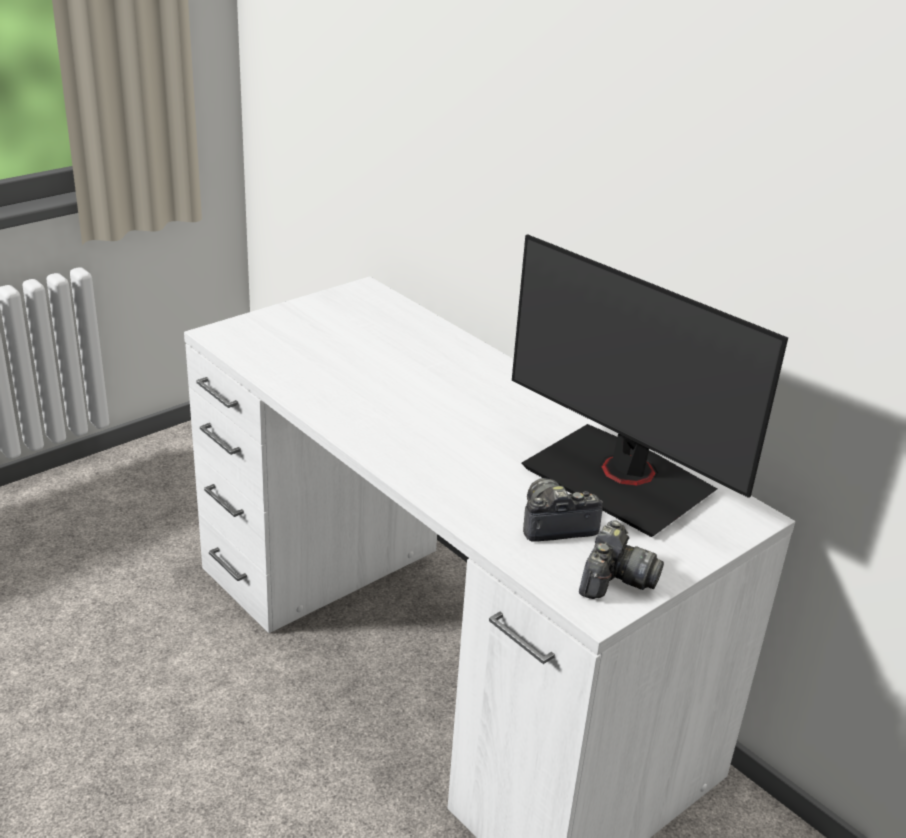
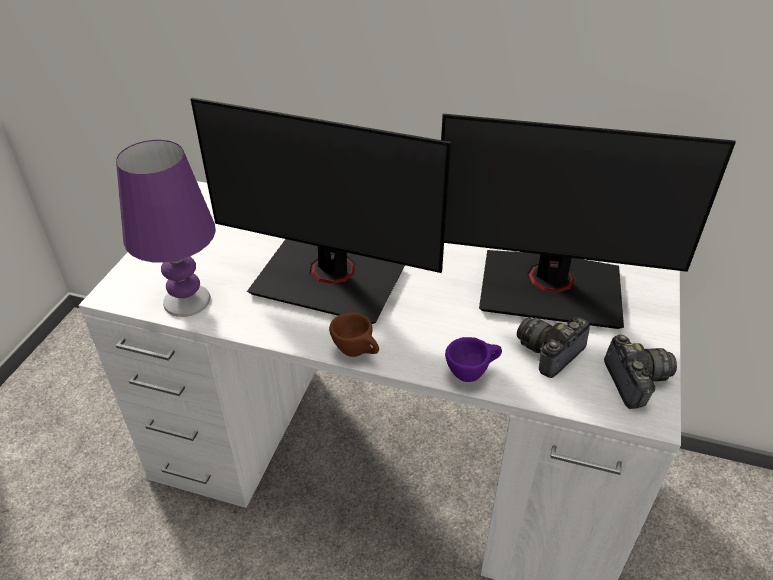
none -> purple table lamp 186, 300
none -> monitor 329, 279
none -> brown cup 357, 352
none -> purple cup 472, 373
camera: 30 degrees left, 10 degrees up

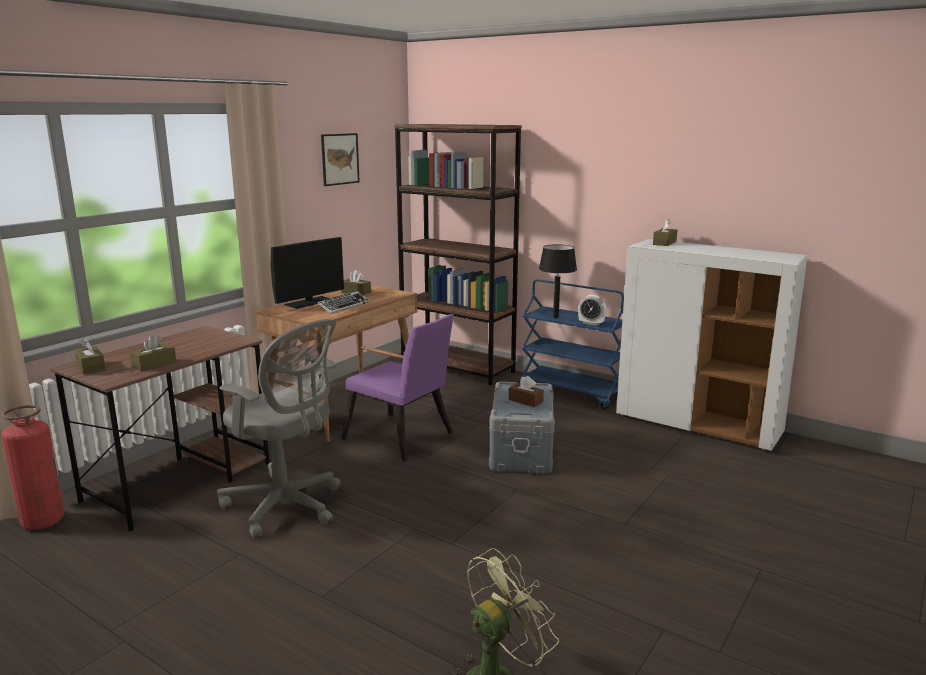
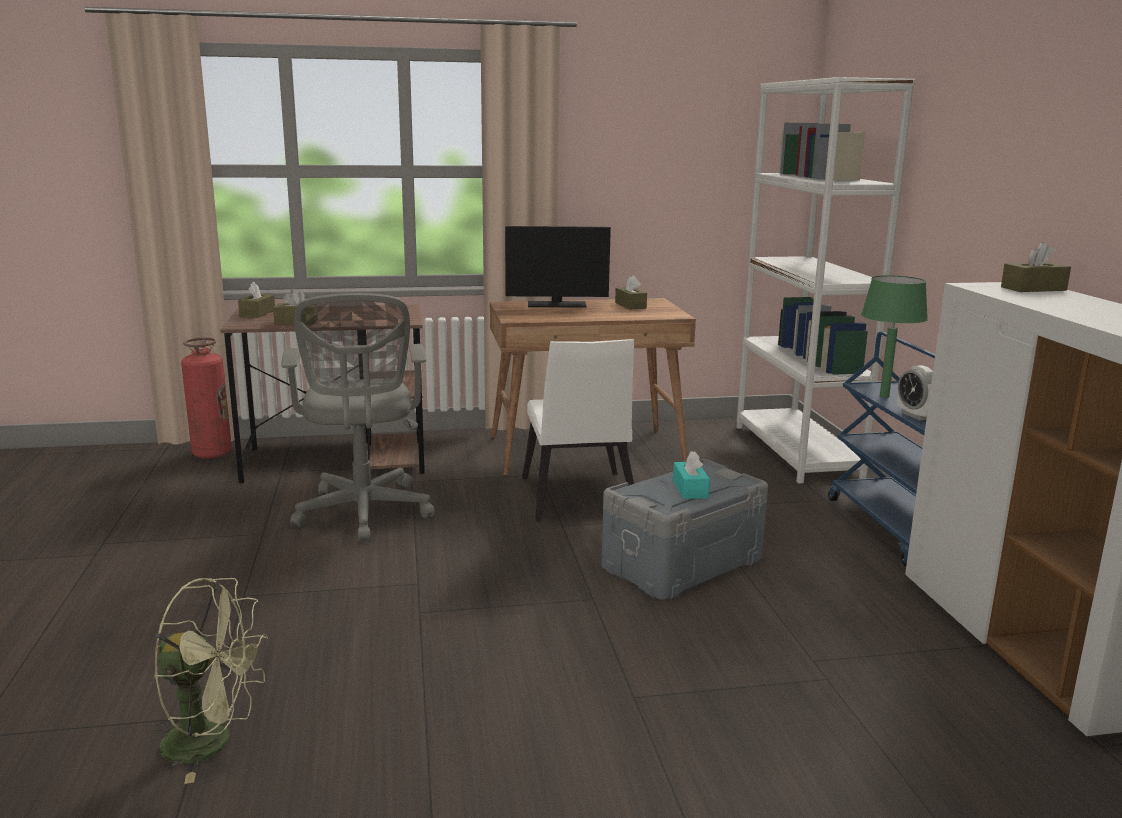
keyboard 344, 306 -> none
picture 340, 159 -> none
purple chair 402, 439 -> white chair 578, 500
brown bookcase 457, 367 -> white bookcase 796, 451
brown tissue box 525, 401 -> turquoise tissue box 690, 489
black table lamp 555, 317 -> green table lamp 883, 396
camera: 45 degrees right, 0 degrees up

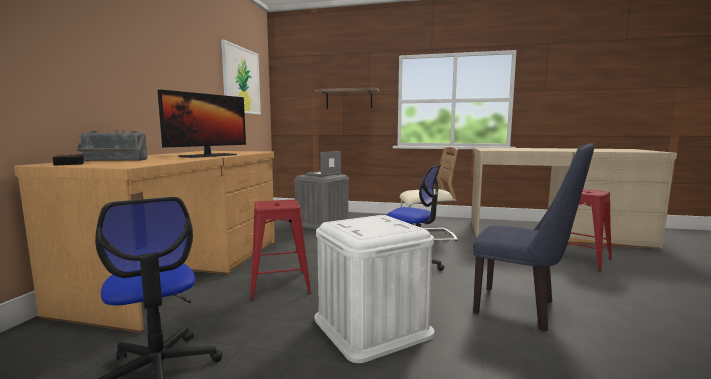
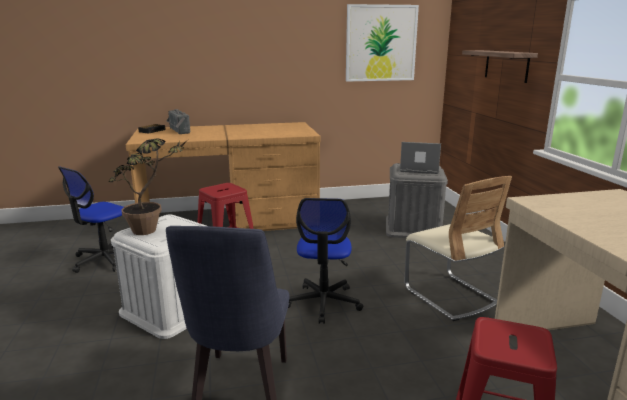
monitor 208, 156 -> none
none -> potted plant 153, 230
camera: 65 degrees right, 10 degrees up

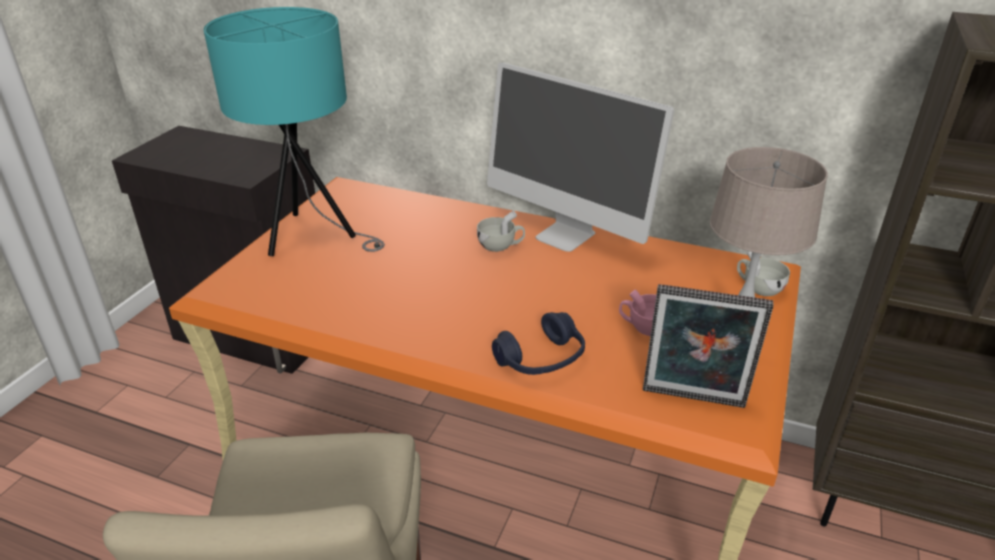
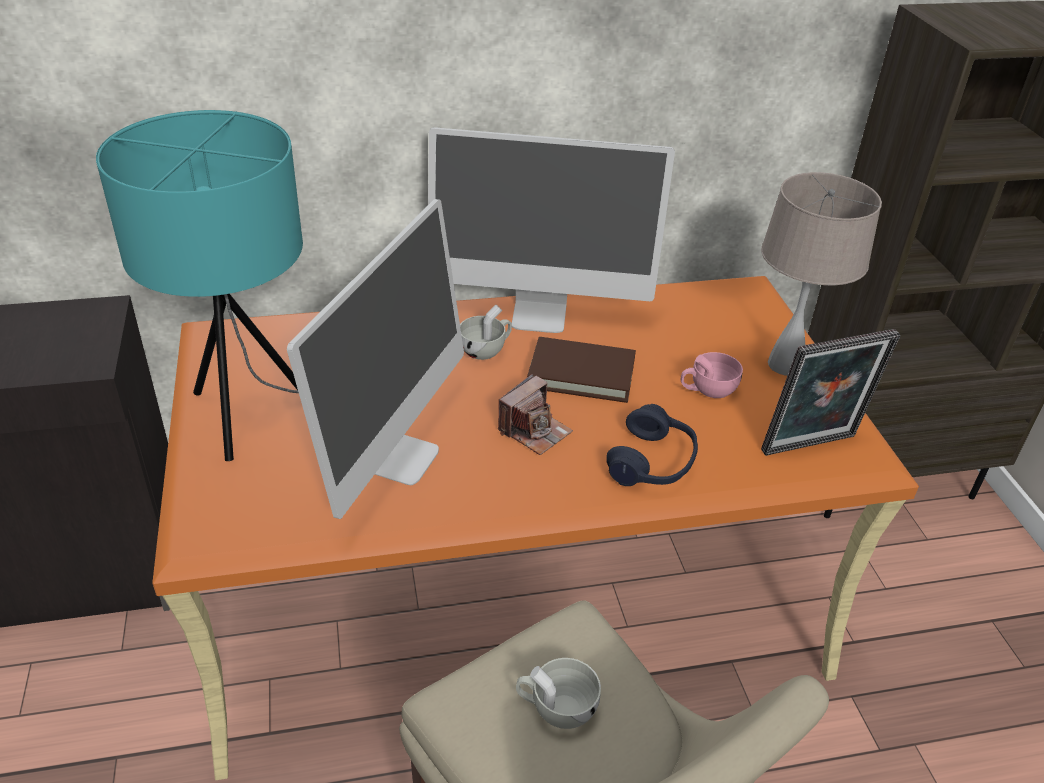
none -> monitor 396, 456
none -> photo camera 534, 431
none -> brown book 581, 374
white cup 758, 287 -> white cup 556, 708, relocated
camera: 35 degrees left, 5 degrees up

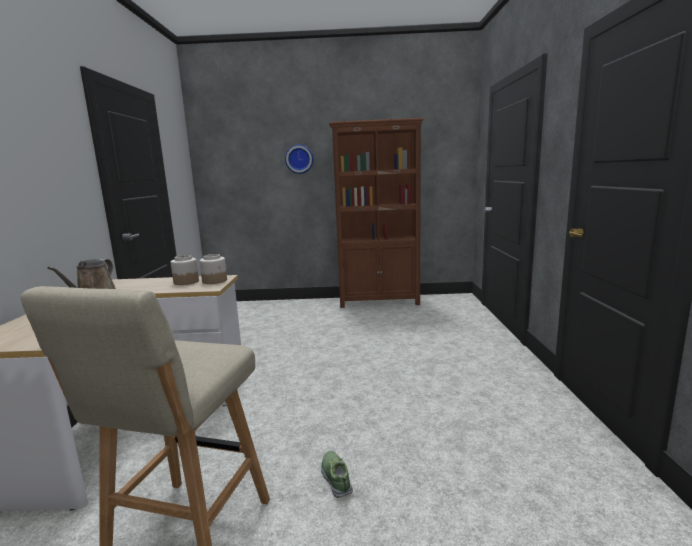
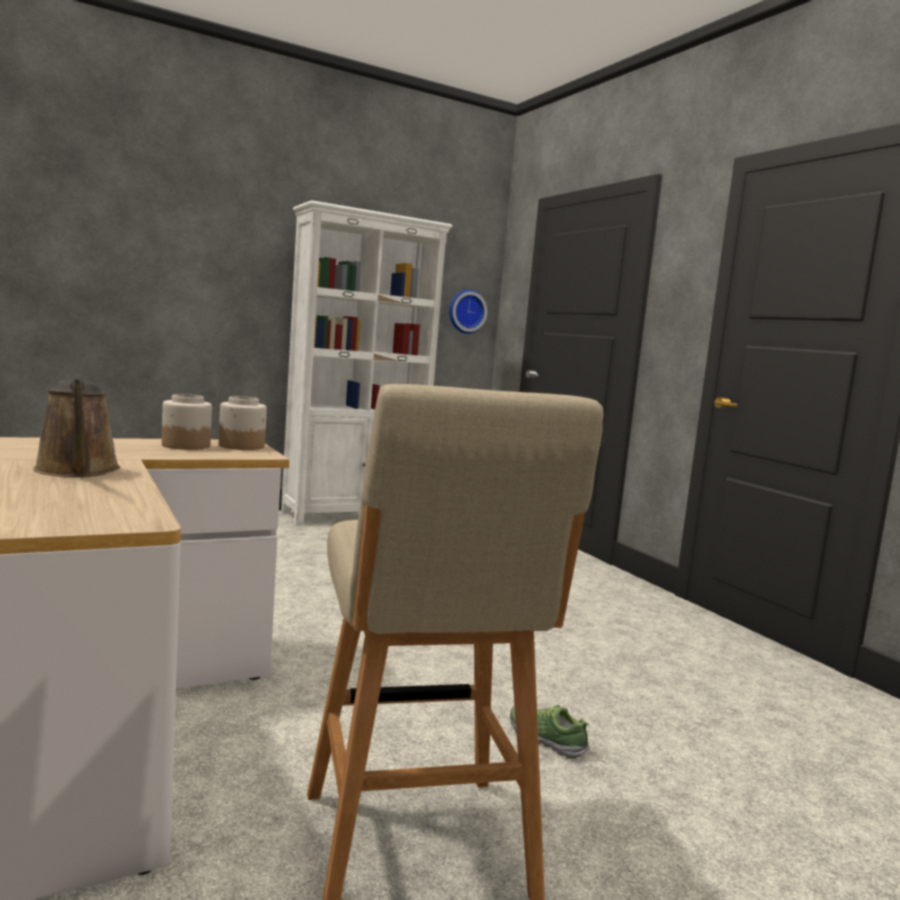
wall clock 299, 159 -> wall clock 466, 311, relocated
brown bookcase 379, 301 -> white bookcase 354, 516
camera: 30 degrees left, 5 degrees down

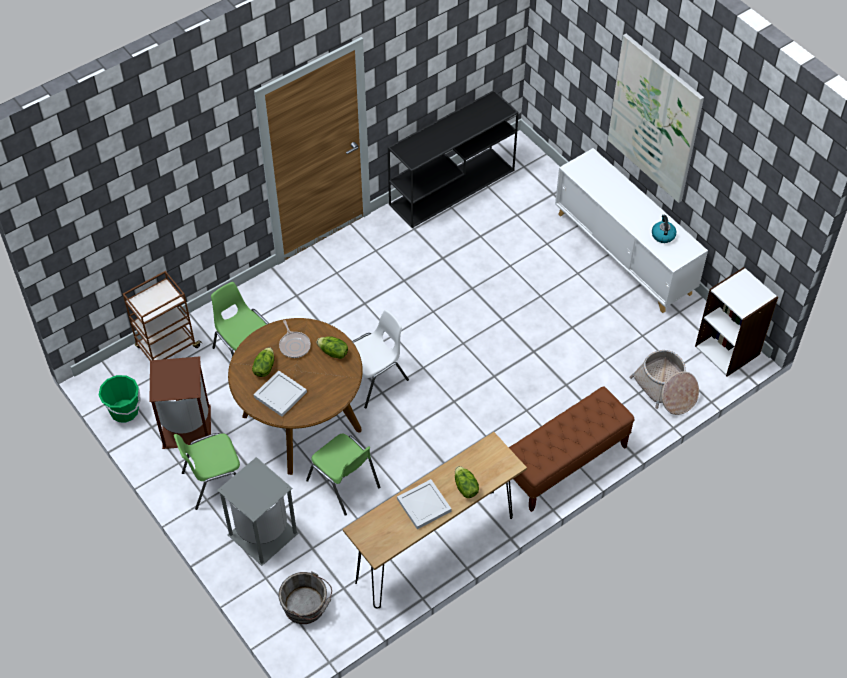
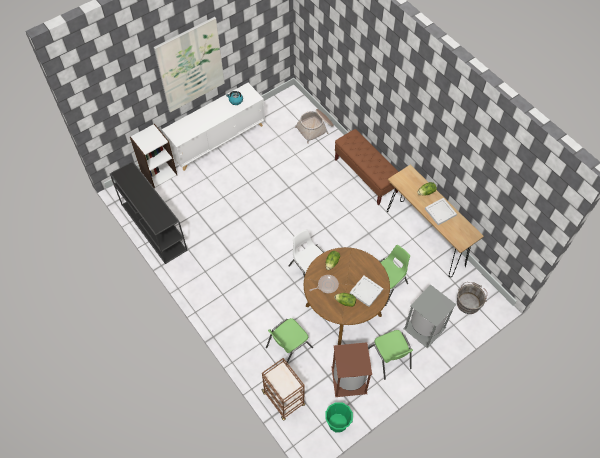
white bookcase 728, 350 -> white bookcase 158, 172, relocated
camera: 90 degrees left, 5 degrees up

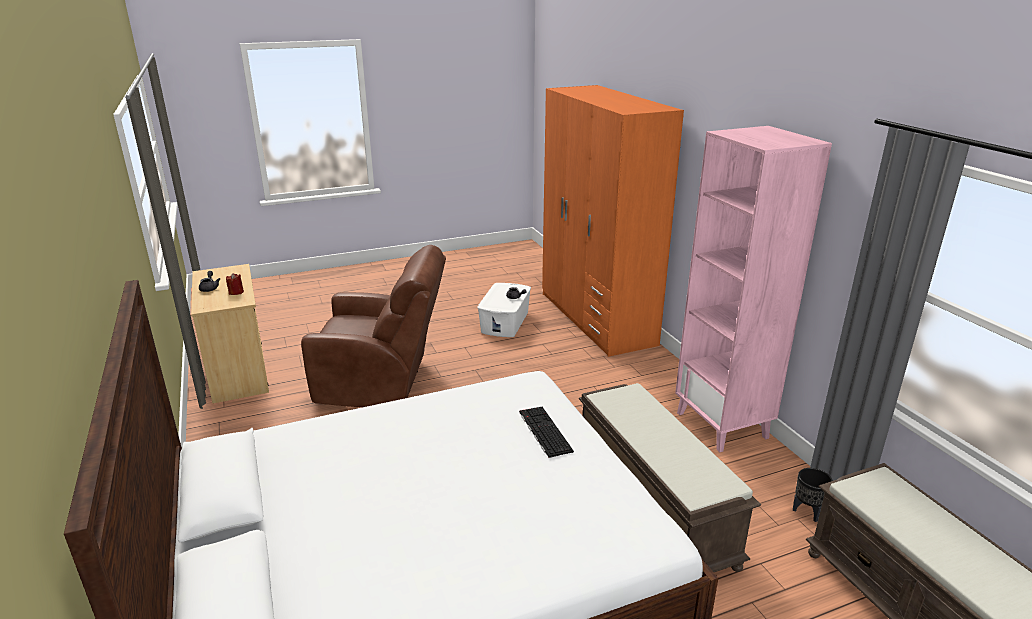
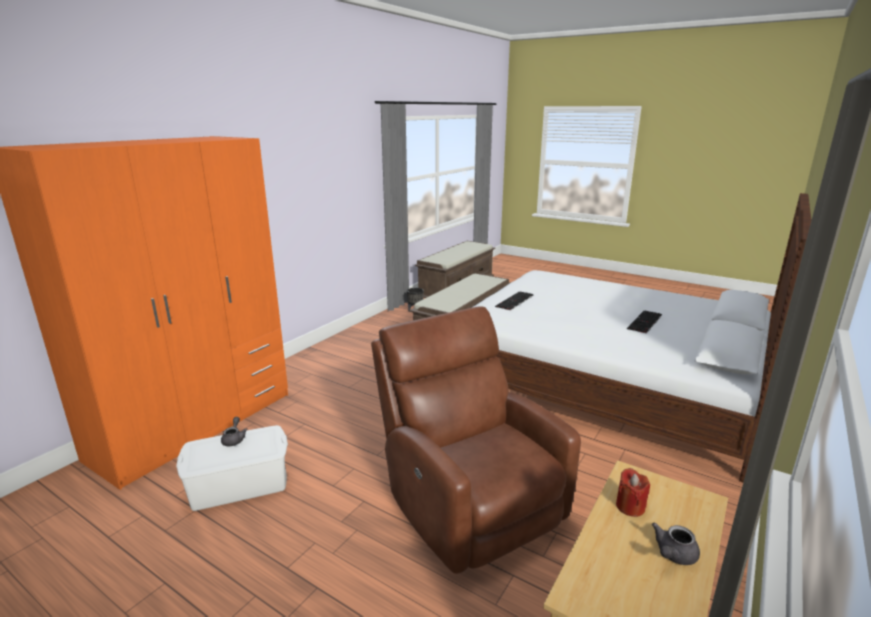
pink bookcase 722, 425 -> none
none -> keyboard 645, 322
camera: 125 degrees left, 5 degrees down

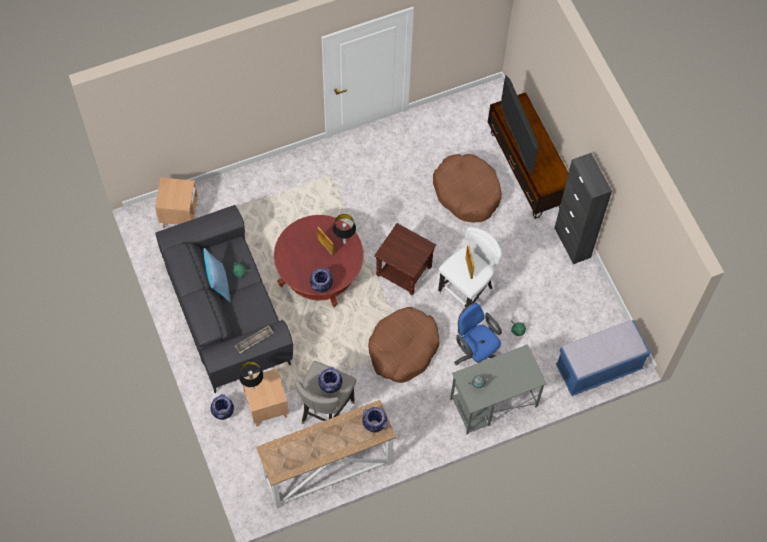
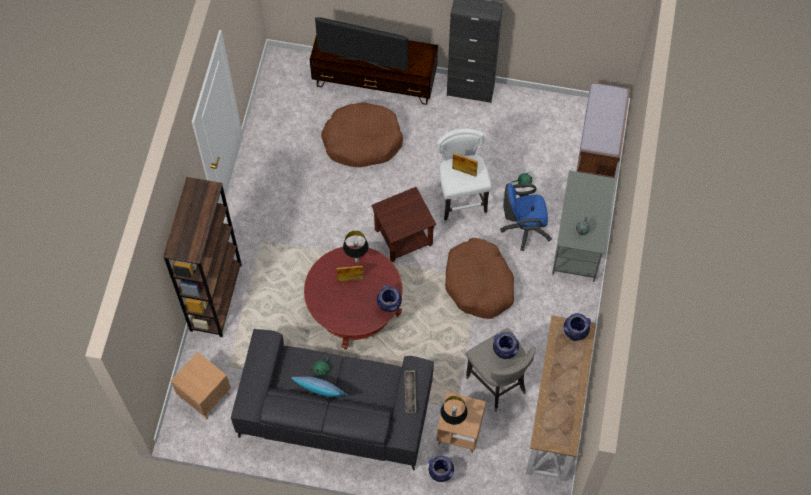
none -> brown bookcase 216, 297
blue bench 598, 368 -> brown bench 600, 143
camera: 55 degrees left, 0 degrees up

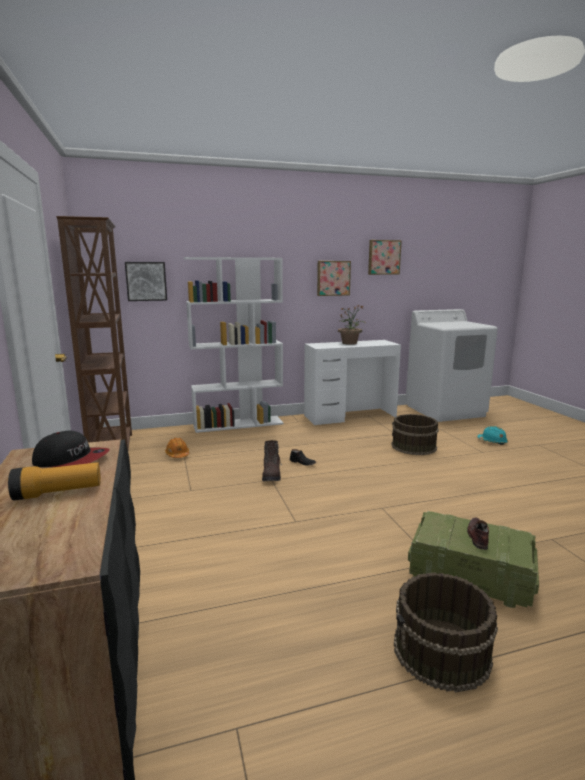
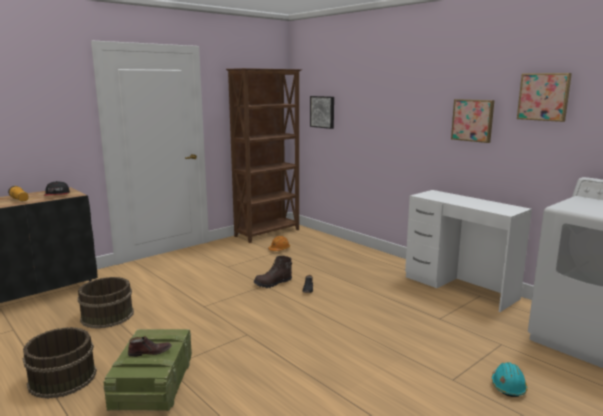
white bookcase 238, 424 -> none
potted plant 350, 343 -> none
brown bucket 413, 447 -> brown bucket 107, 316, relocated
camera: 65 degrees right, 0 degrees up

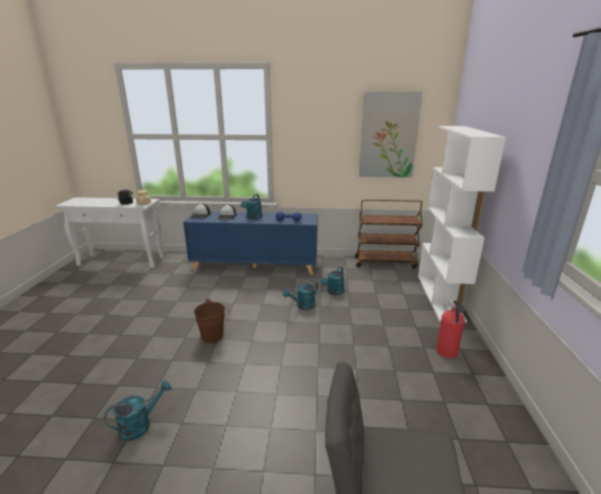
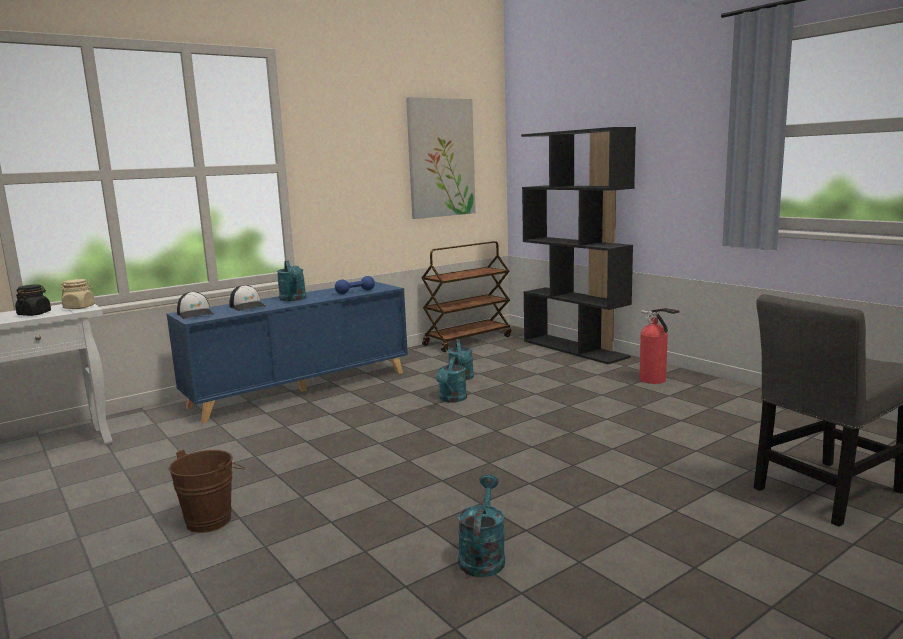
brown bucket 215, 336 -> brown bucket 213, 519, relocated
white bookcase 440, 297 -> black bookcase 575, 349
camera: 40 degrees left, 10 degrees down

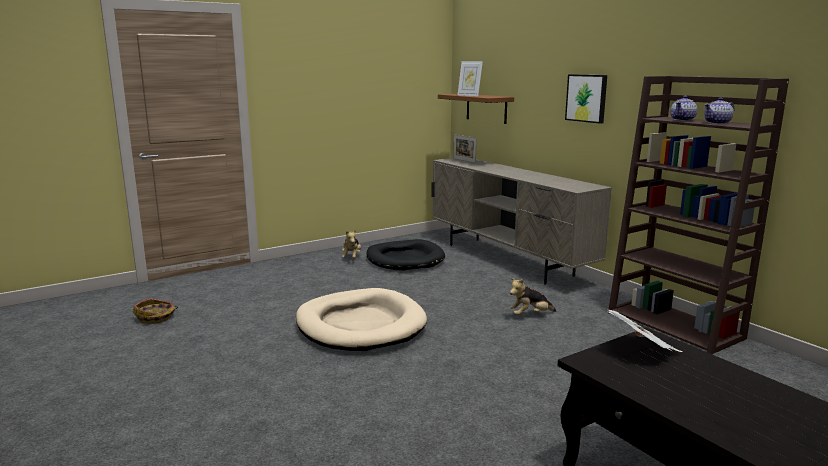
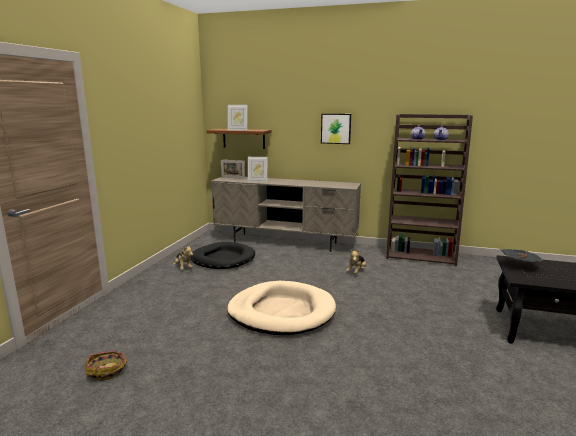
none -> picture frame 257, 181
camera: 40 degrees left, 0 degrees up

